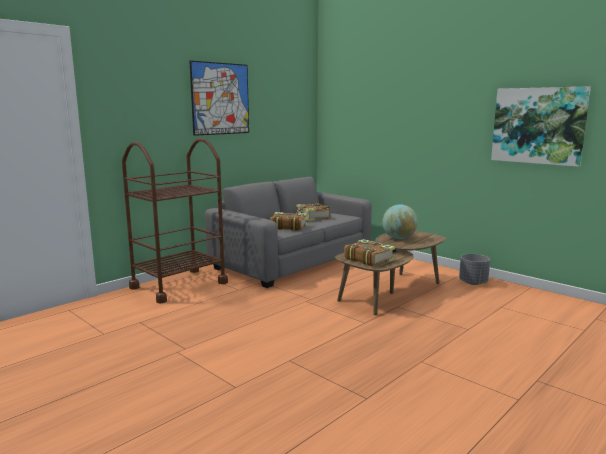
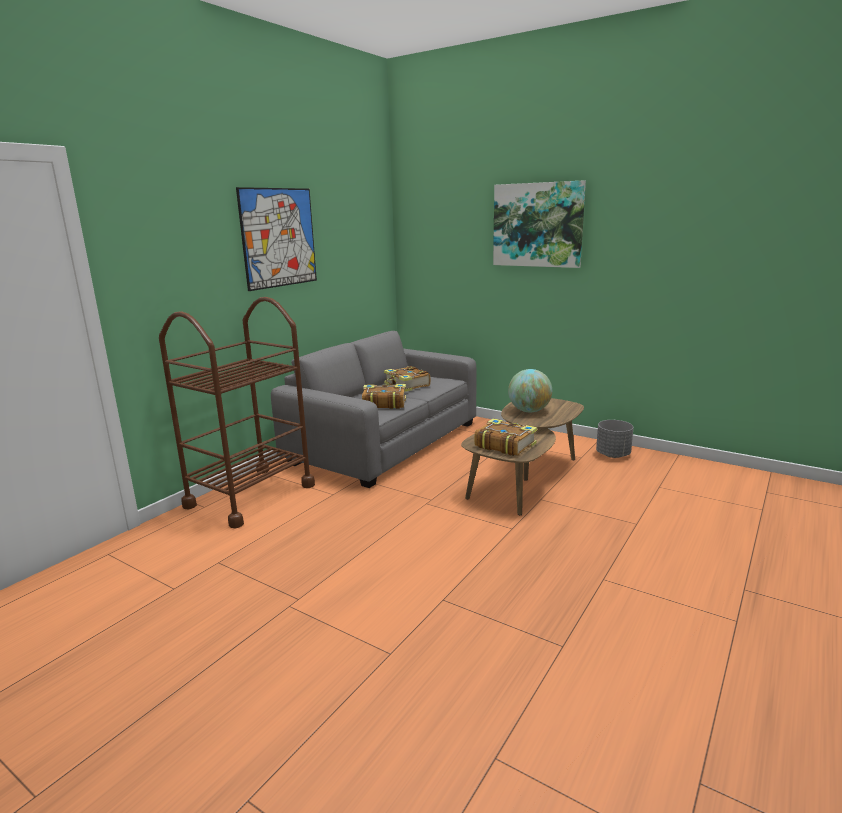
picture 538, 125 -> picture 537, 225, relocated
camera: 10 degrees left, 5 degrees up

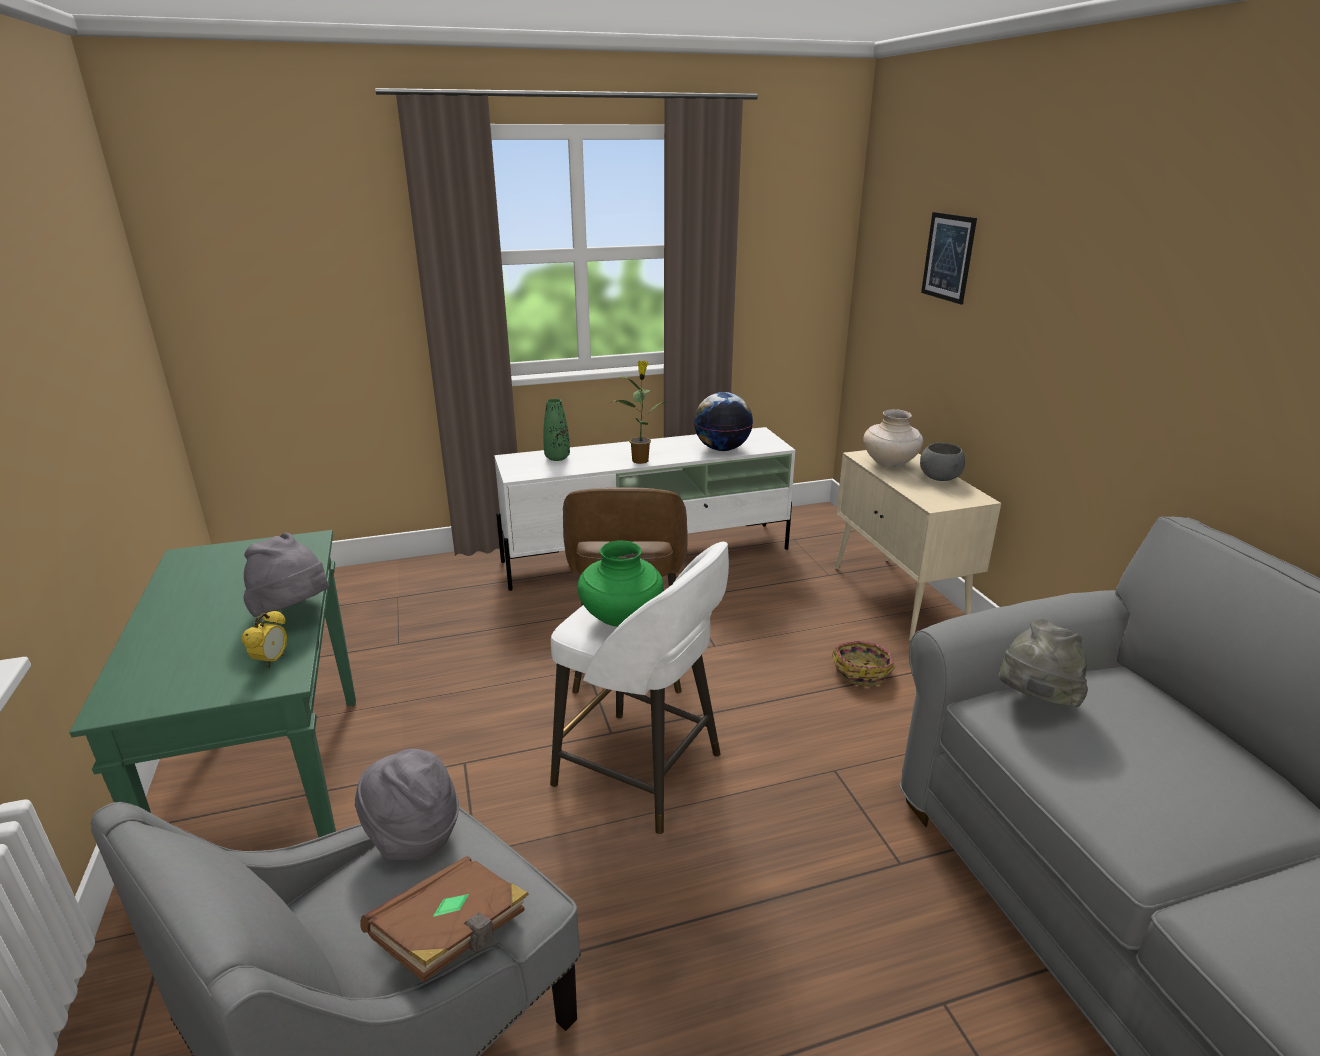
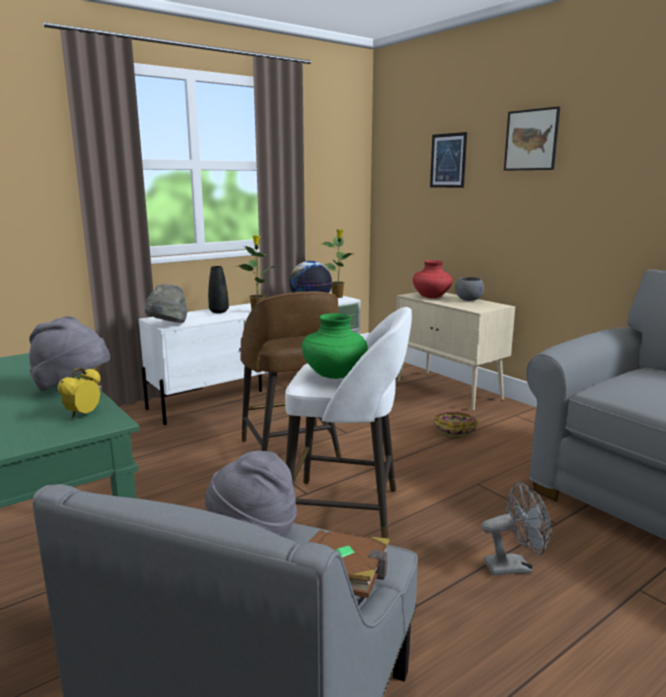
green vase 557, 458 -> none
none -> black vase 219, 311
none -> potted plant 338, 297
none -> grey fan 514, 566
none -> picture 531, 140
grey hat 1034, 702 -> grey hat 167, 325, relocated
beige vase 890, 463 -> red vase 431, 297
alarm clock 272, 661 -> alarm clock 83, 415, 150 degrees counterclockwise
camera: 20 degrees left, 10 degrees down

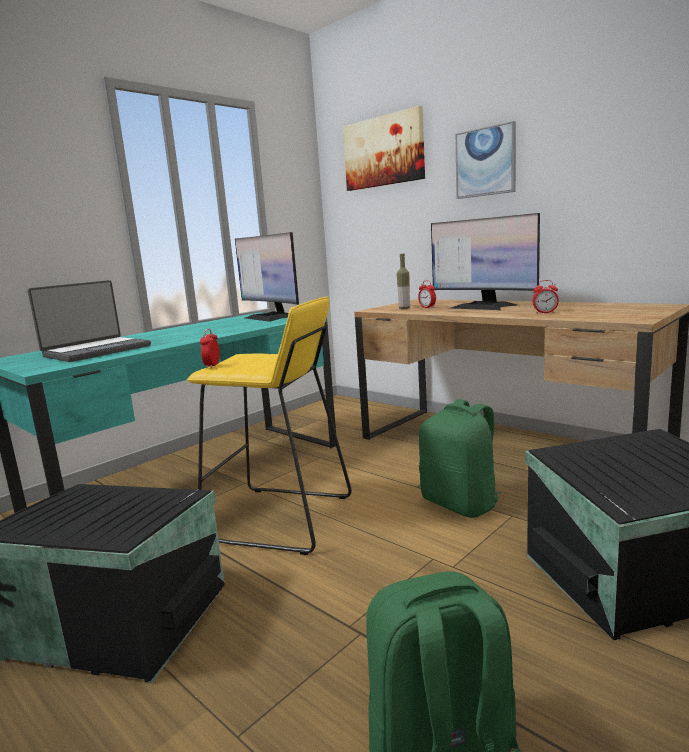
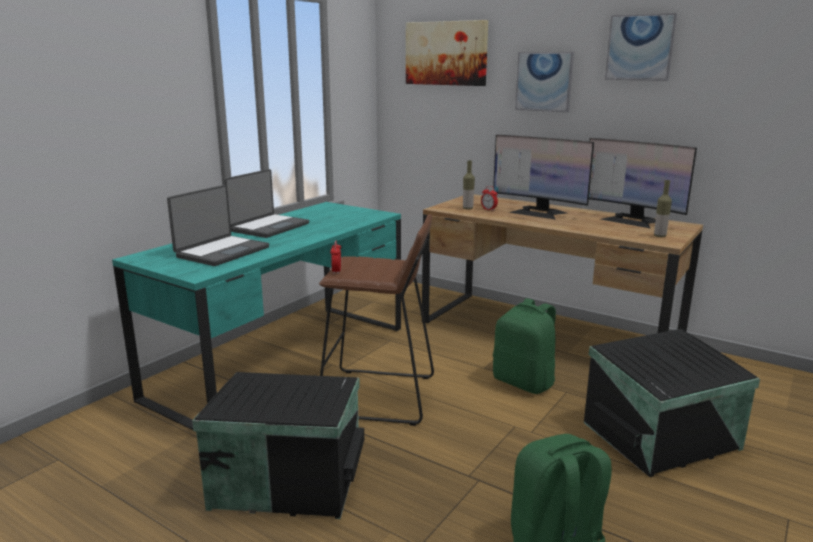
alarm clock 545, 313 -> none
none -> laptop 268, 227
none -> picture 640, 47
none -> bottle 659, 236
monitor 271, 317 -> monitor 632, 220, relocated
yellow stool 280, 519 -> brown stool 379, 396
camera: 10 degrees left, 5 degrees up

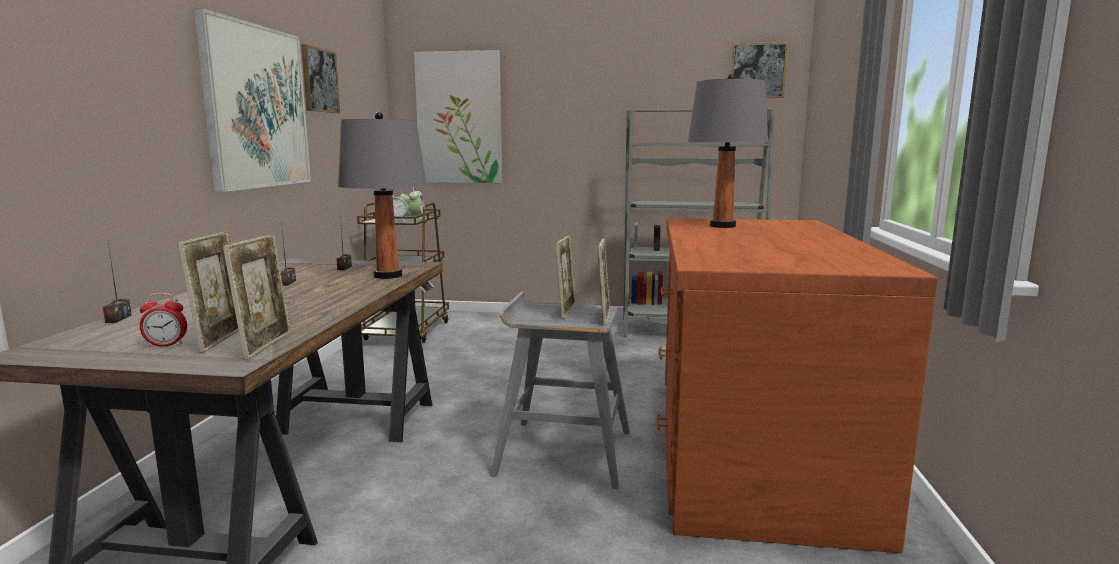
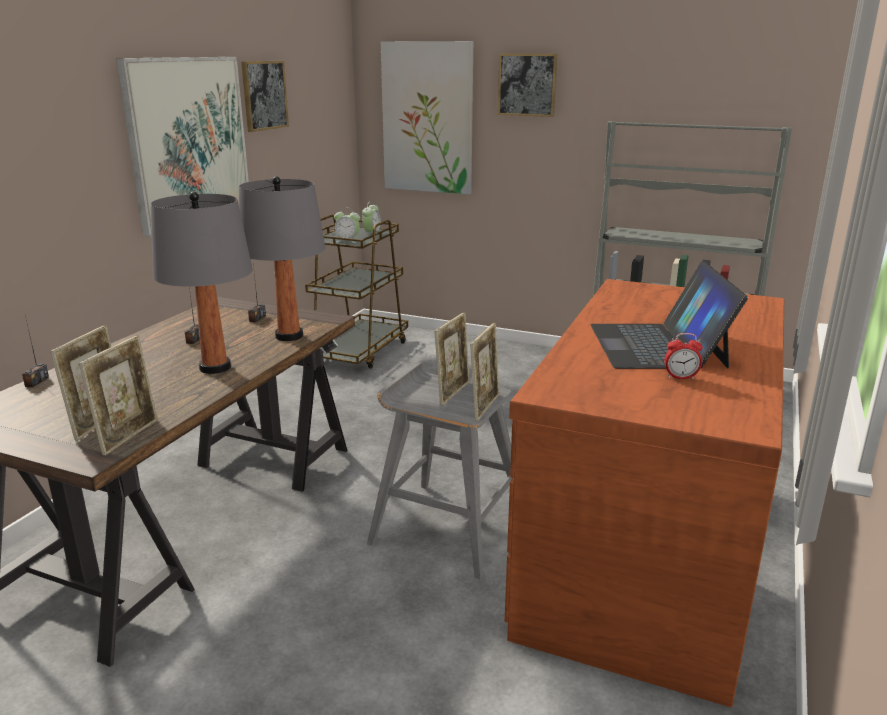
none -> laptop 658, 345
alarm clock 166, 345 -> alarm clock 680, 377, relocated
grey table lamp 722, 226 -> grey table lamp 215, 367, relocated
picture 758, 71 -> picture 527, 85, relocated
camera: 15 degrees right, 10 degrees up

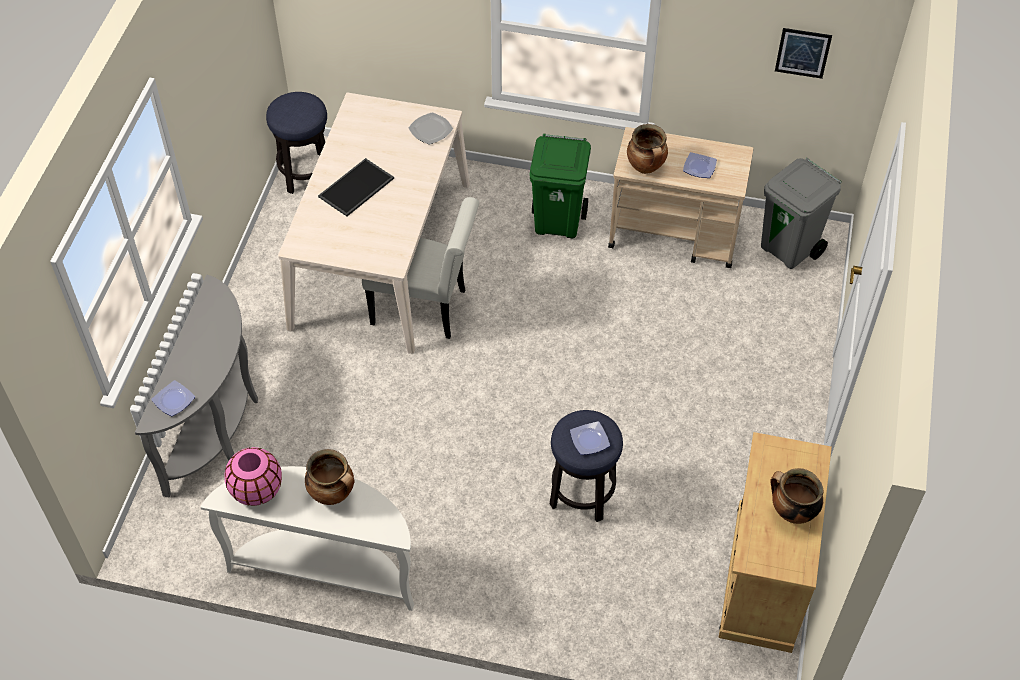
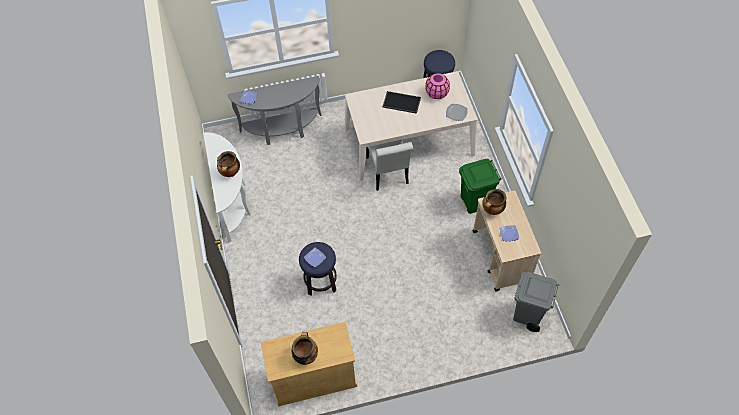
picture 803, 53 -> none
pink vase 257, 490 -> pink vase 436, 94, relocated
camera: 65 degrees right, 5 degrees up

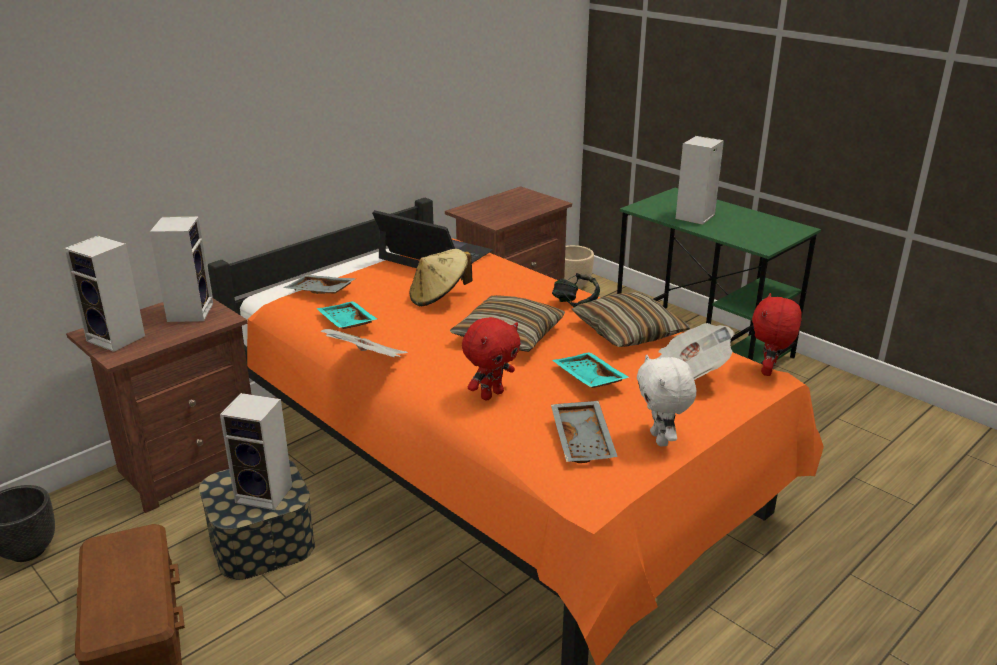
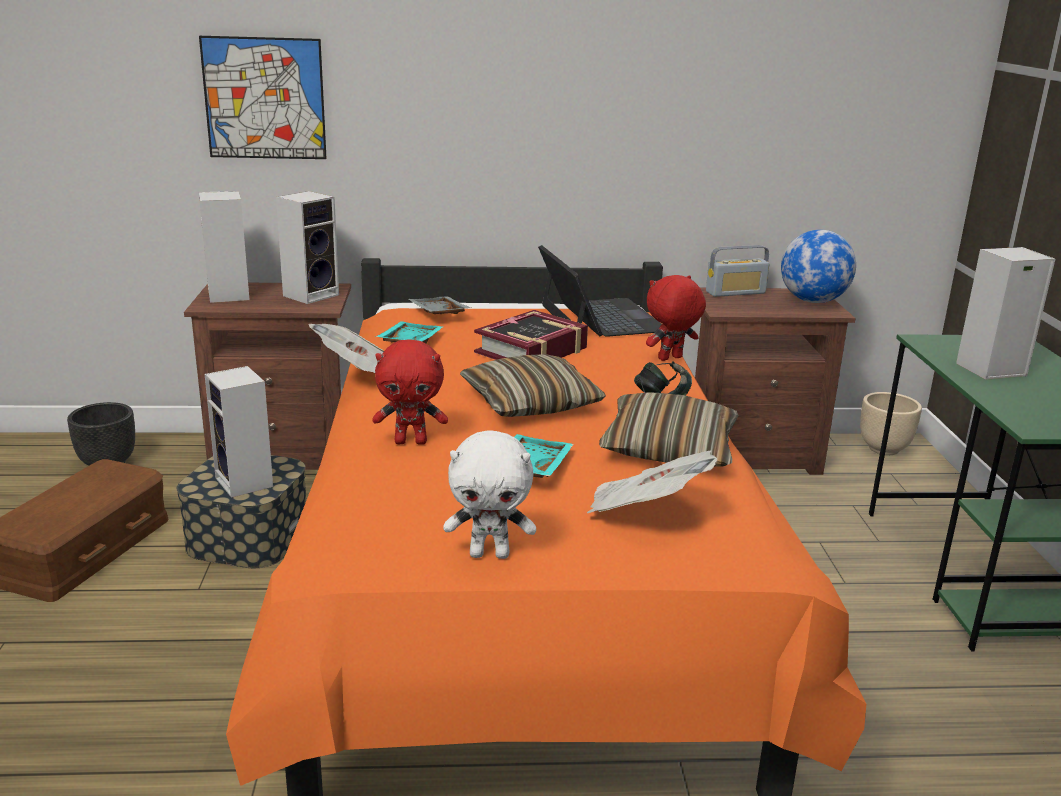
grey tray 584, 440 -> none
none -> picture 264, 98
none -> radio 735, 292
none -> globe 813, 301
red plush toy 769, 371 -> red plush toy 670, 359, relocated
beige hat 439, 297 -> book 532, 351
white plush toy 661, 439 -> white plush toy 490, 554, 120 degrees counterclockwise
camera: 40 degrees right, 5 degrees down

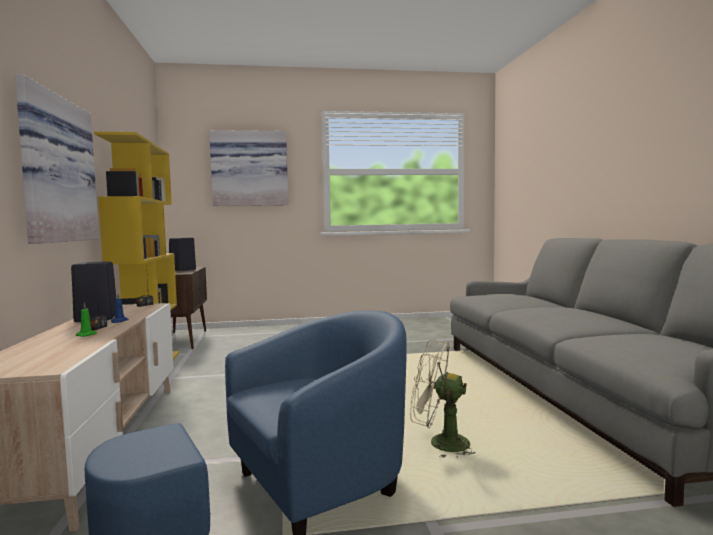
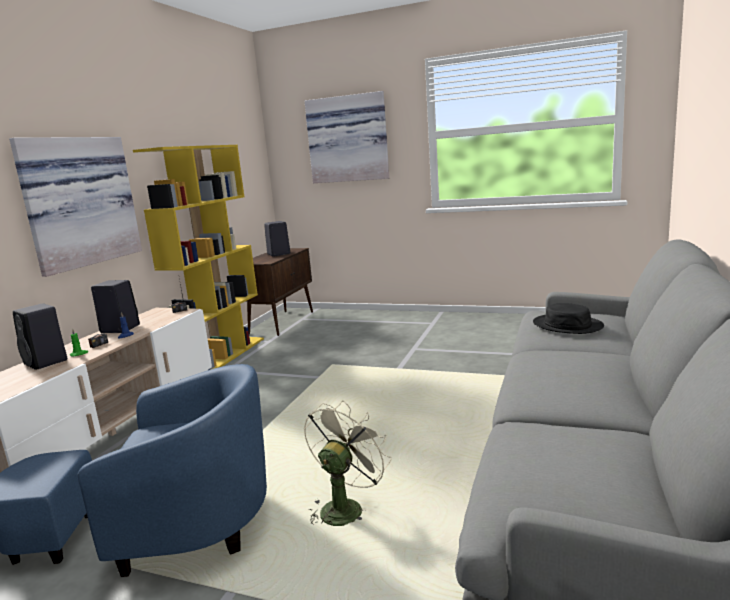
none -> black speaker 46, 362
none -> black hat 567, 325
beige fan 440, 444 -> beige fan 345, 507, 75 degrees clockwise
camera: 30 degrees right, 10 degrees up

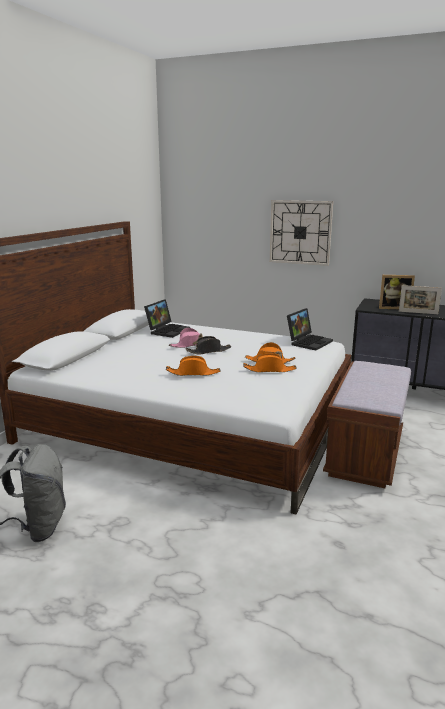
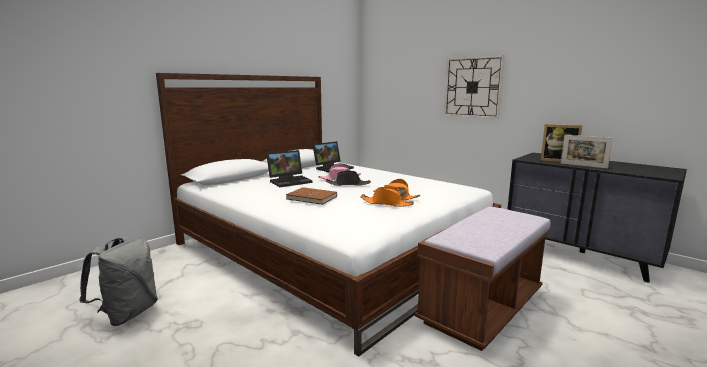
laptop 308, 342 -> laptop 290, 181, relocated
orange hat 193, 373 -> brown book 312, 198
camera: 20 degrees right, 5 degrees down

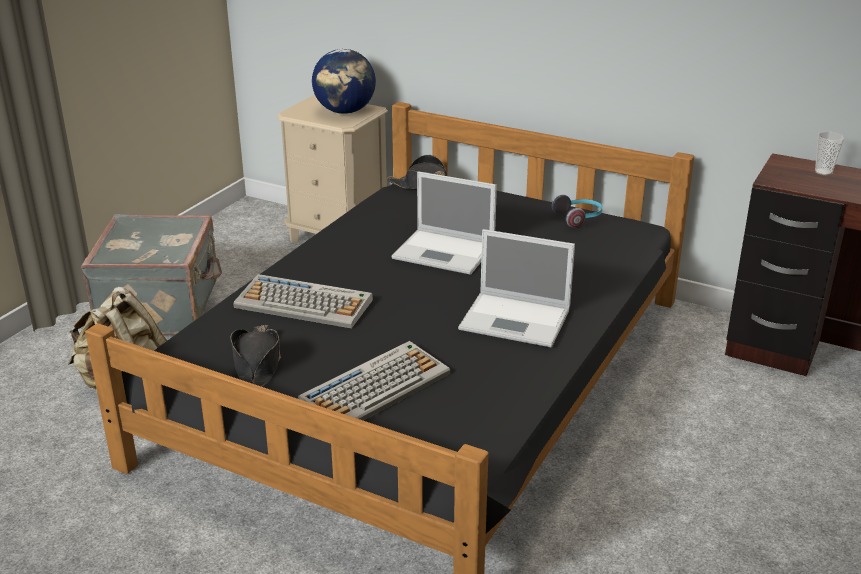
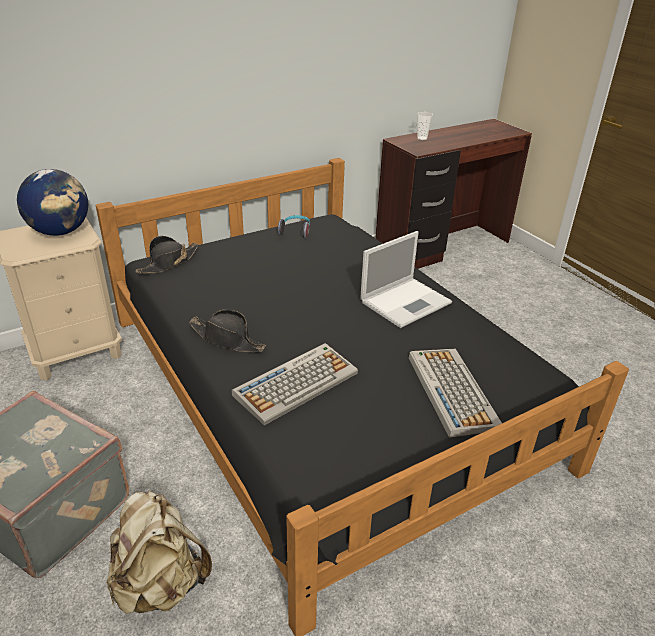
laptop 446, 252 -> none
black hat 257, 365 -> black hat 227, 339, relocated
camera: 60 degrees left, 5 degrees up

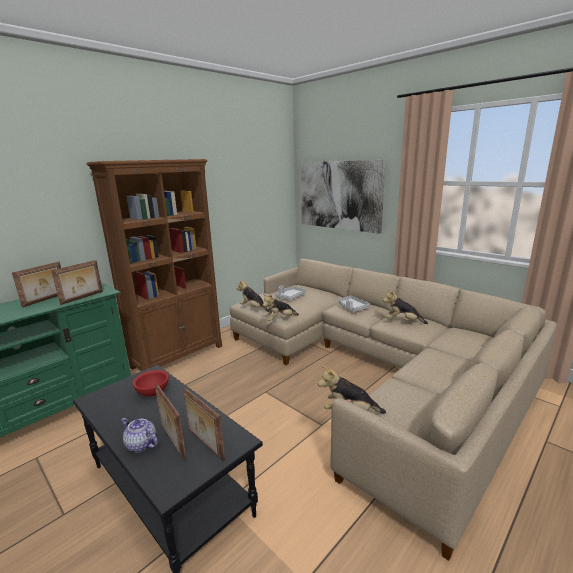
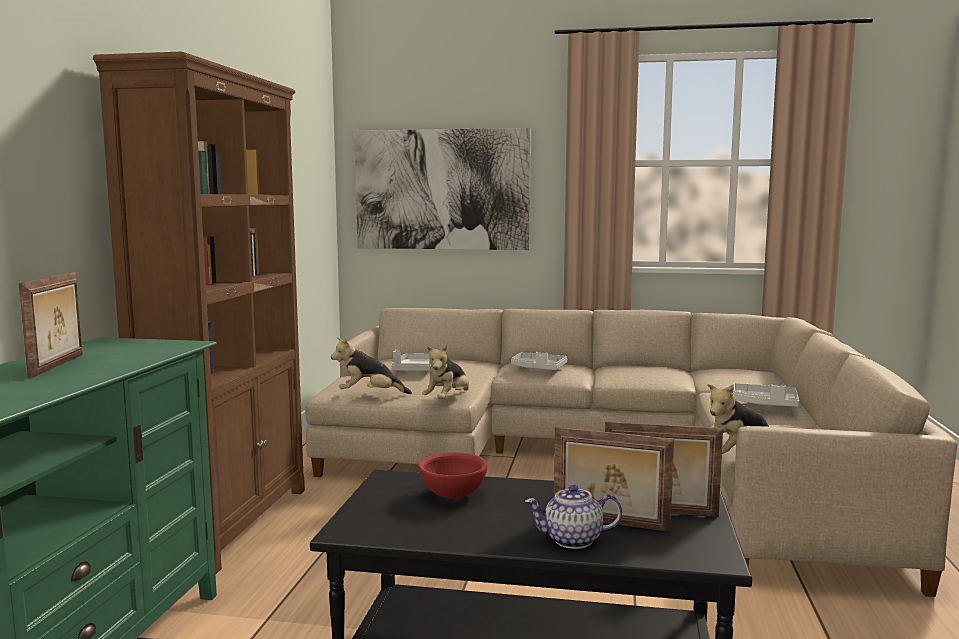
picture frame 82, 298 -> none
plush toy 403, 321 -> none
none -> grey tray 765, 404
camera: 35 degrees left, 10 degrees down

